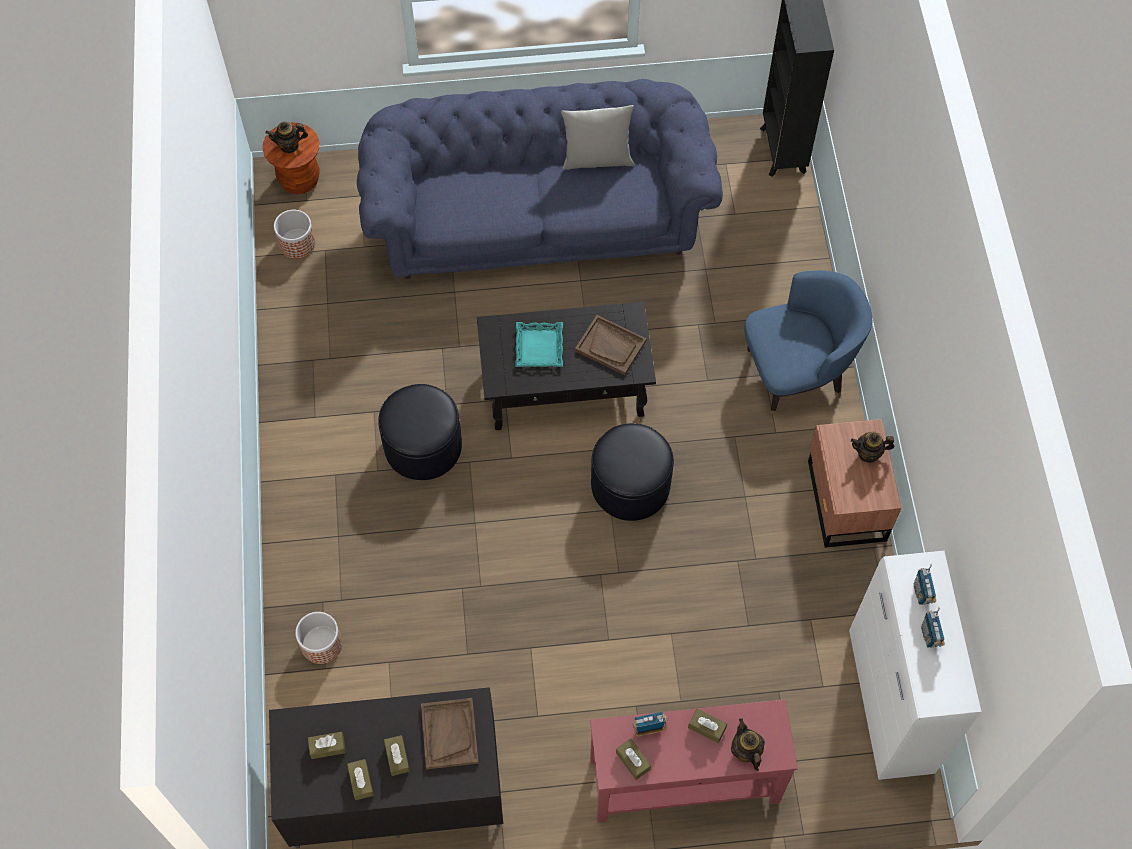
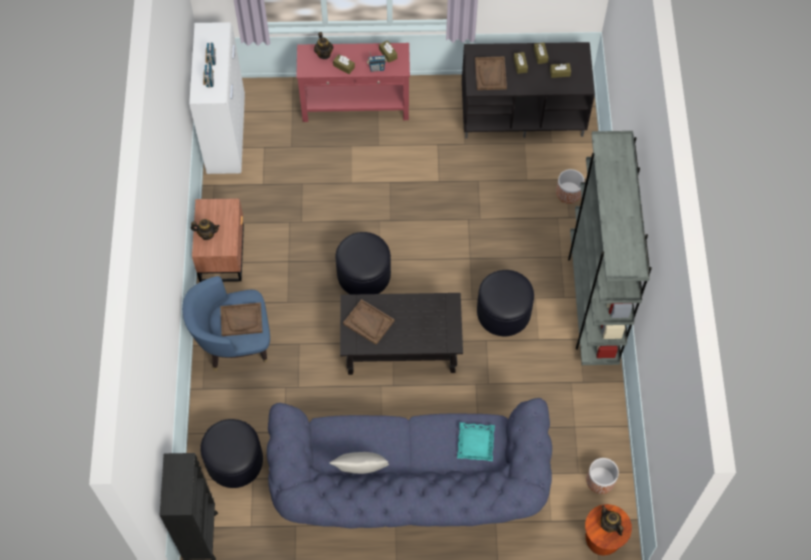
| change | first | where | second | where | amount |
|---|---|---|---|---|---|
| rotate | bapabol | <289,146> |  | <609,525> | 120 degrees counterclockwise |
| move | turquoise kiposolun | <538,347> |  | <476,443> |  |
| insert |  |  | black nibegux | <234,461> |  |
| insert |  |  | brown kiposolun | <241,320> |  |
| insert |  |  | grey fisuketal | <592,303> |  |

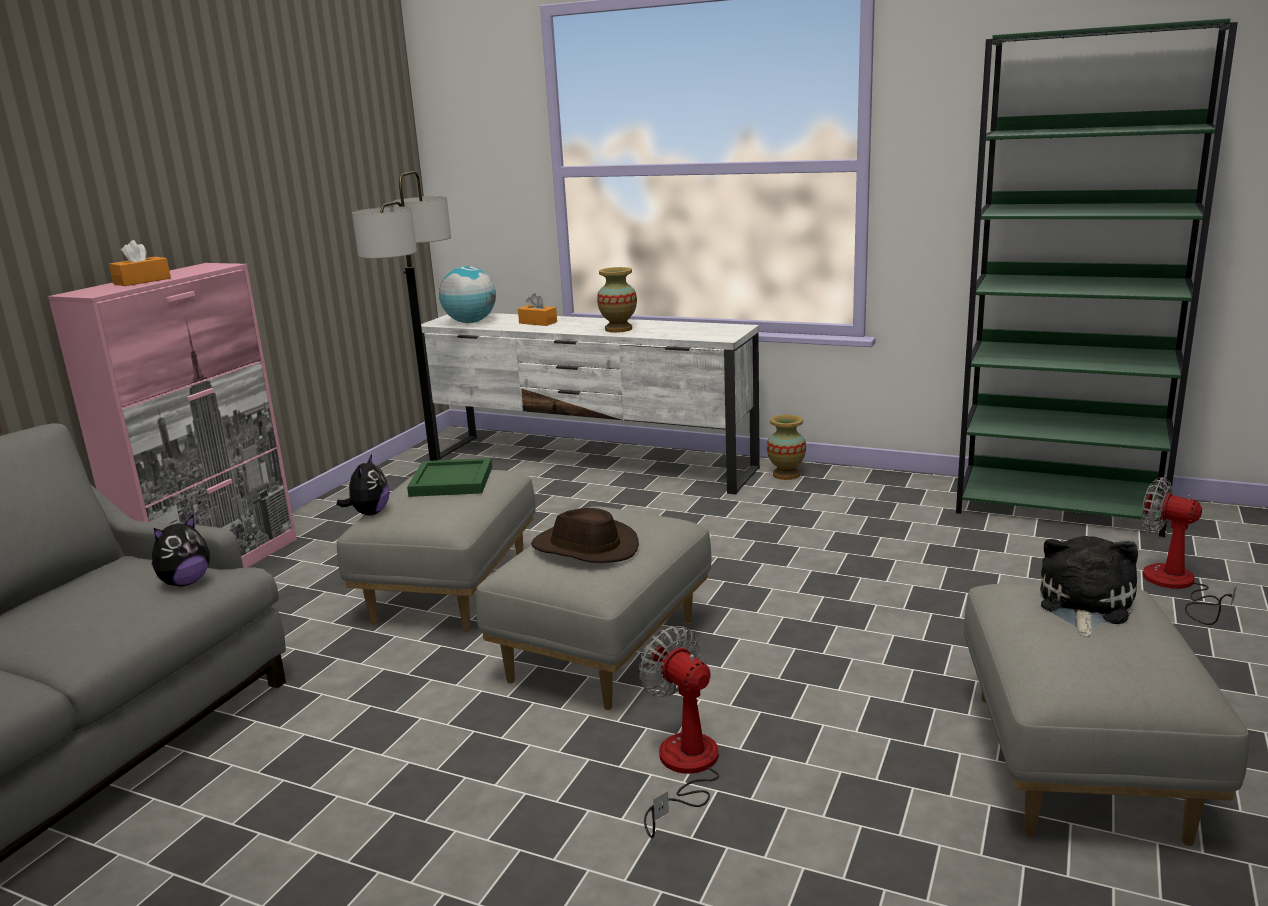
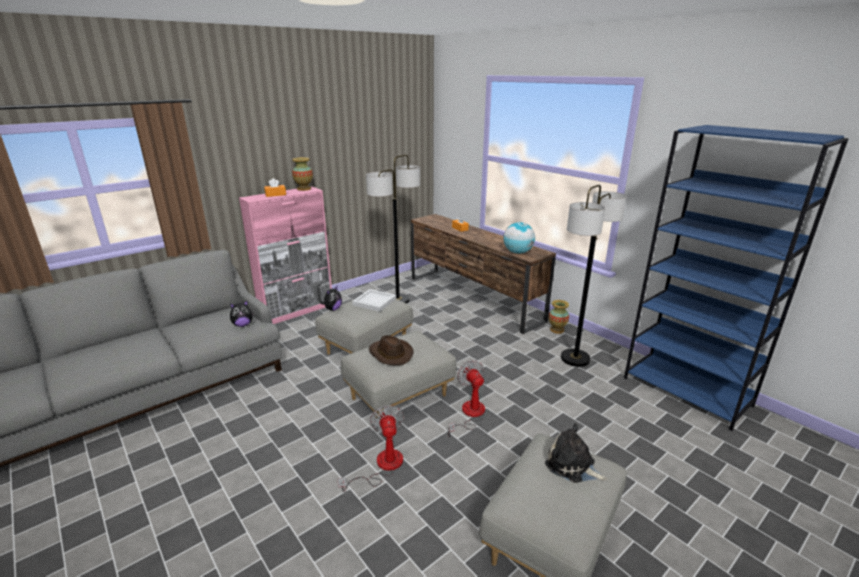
| change | first | where | second | where | amount |
|---|---|---|---|---|---|
| recolor | green kiposolun | <450,481> | white kiposolun | <374,301> |  |
| recolor | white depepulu | <591,463> | brown depepulu | <473,298> |  |
| move | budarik | <470,322> |  | <517,252> |  |
| move | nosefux | <618,329> |  | <304,189> |  |
| recolor | green fisuketal | <1060,506> | blue fisuketal | <687,392> |  |
| rotate | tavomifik | <1083,605> |  | <572,466> | 105 degrees counterclockwise |
| move | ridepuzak | <1176,586> |  | <469,414> |  |
| insert |  |  | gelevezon | <575,358> |  |

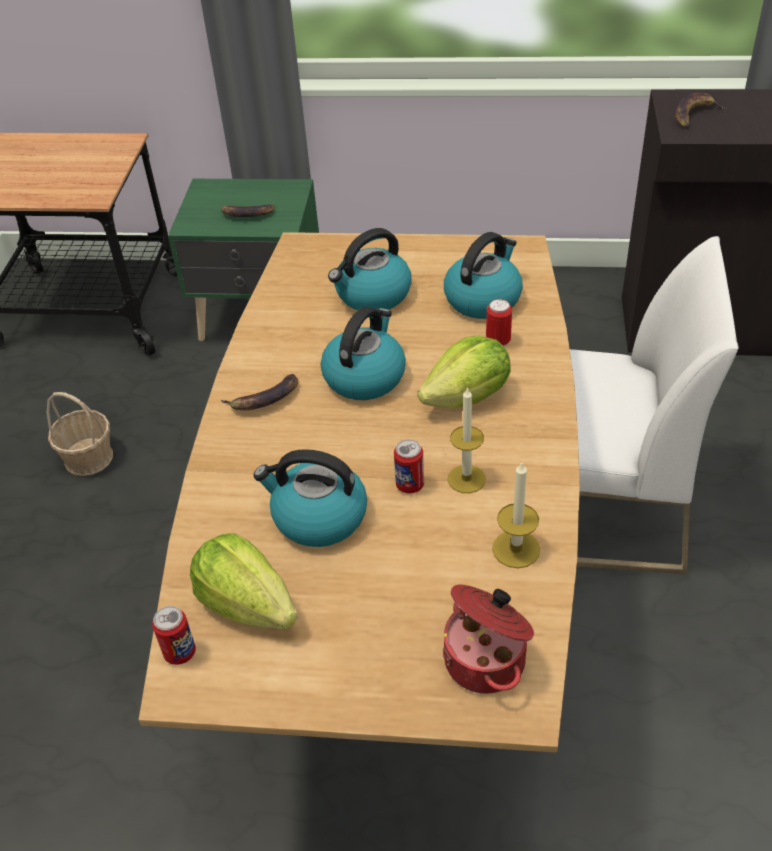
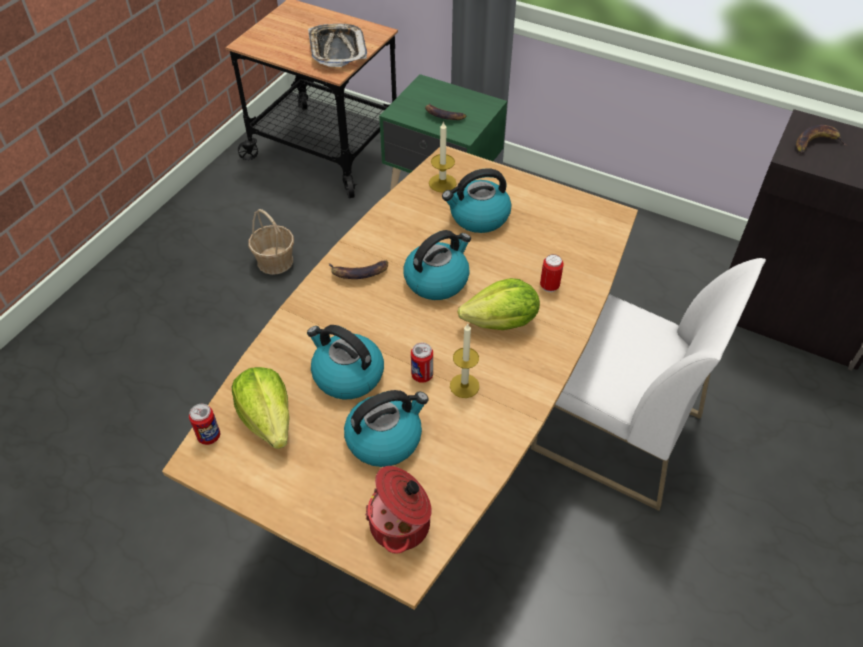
| change | first | where | second | where | amount |
|---|---|---|---|---|---|
| move | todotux | <483,298> |  | <385,438> |  |
| move | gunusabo | <516,549> |  | <442,183> |  |
| insert |  |  | kiposolun | <337,50> |  |

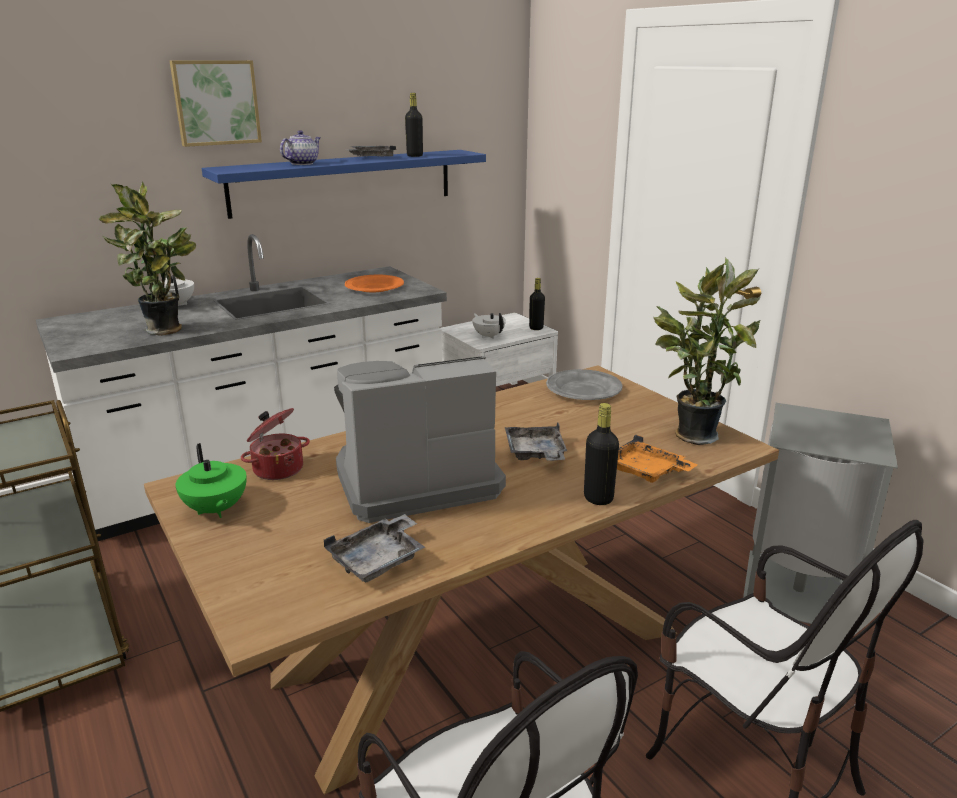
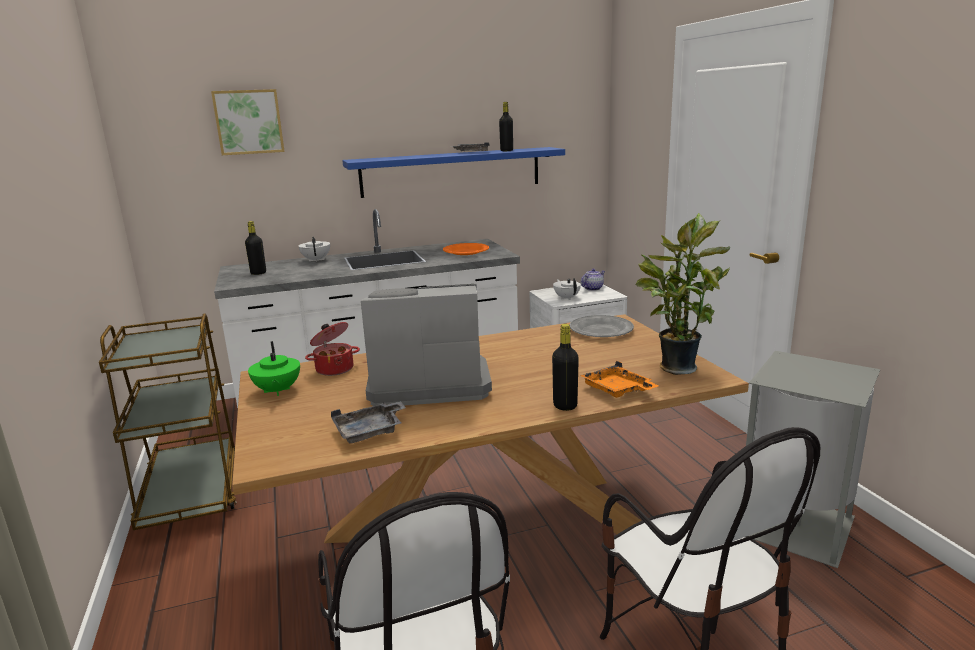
| change | first | where | second | where | amount |
|---|---|---|---|---|---|
| delete | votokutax | <166,331> |  |  |  |
| move | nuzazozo | <216,102> |  | <248,122> |  |
| move | bapabol | <302,163> |  | <592,288> |  |
| delete | grey kiposolun | <535,453> |  |  |  |
| move | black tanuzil | <536,328> |  | <258,273> |  |

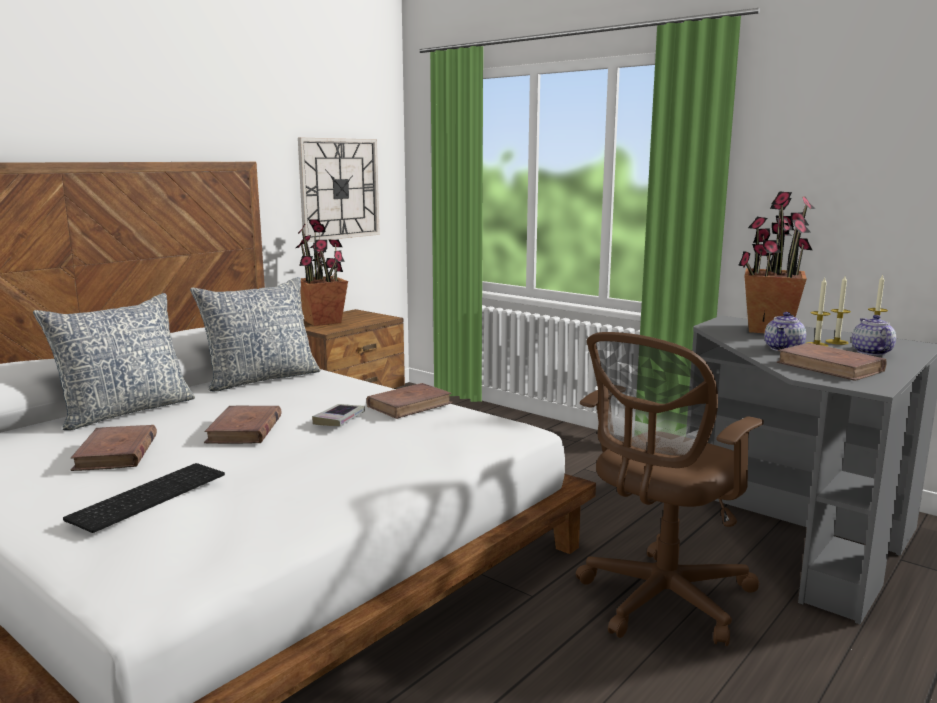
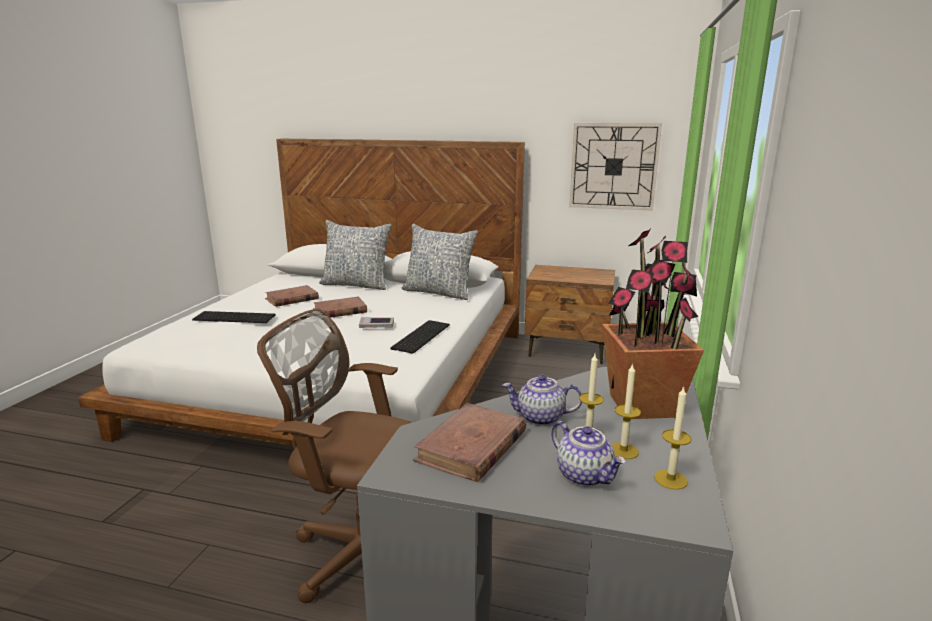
| change | first | where | second | where | amount |
|---|---|---|---|---|---|
| delete | votokutax | <323,322> |  |  |  |
| replace | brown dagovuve | <410,405> | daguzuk | <420,336> |  |
| rotate | bapabol | <870,352> |  | <585,475> | 75 degrees clockwise |

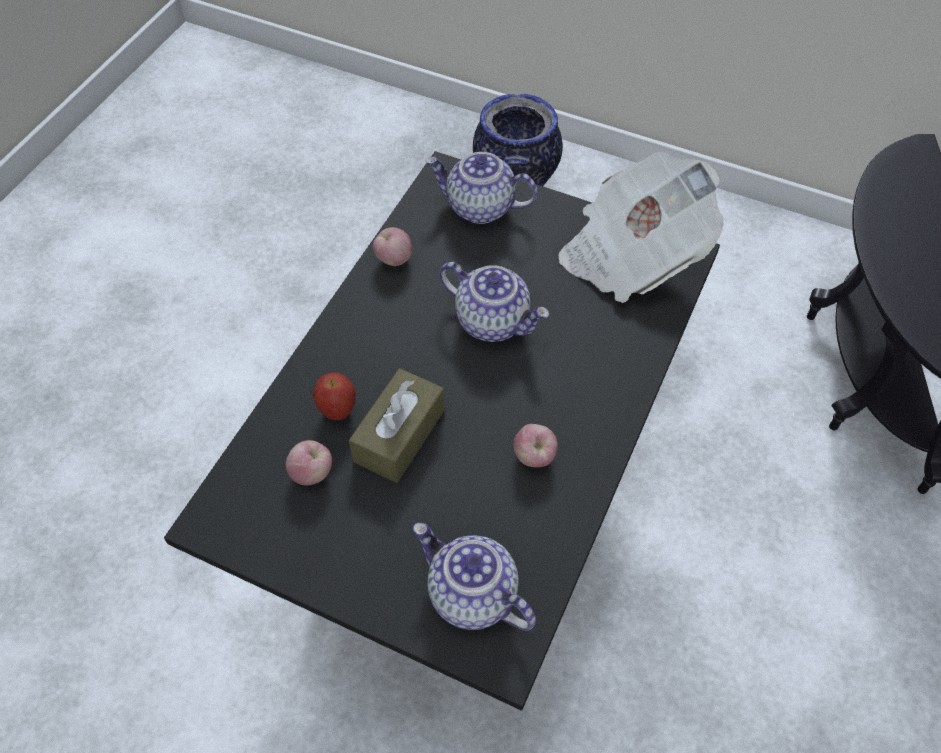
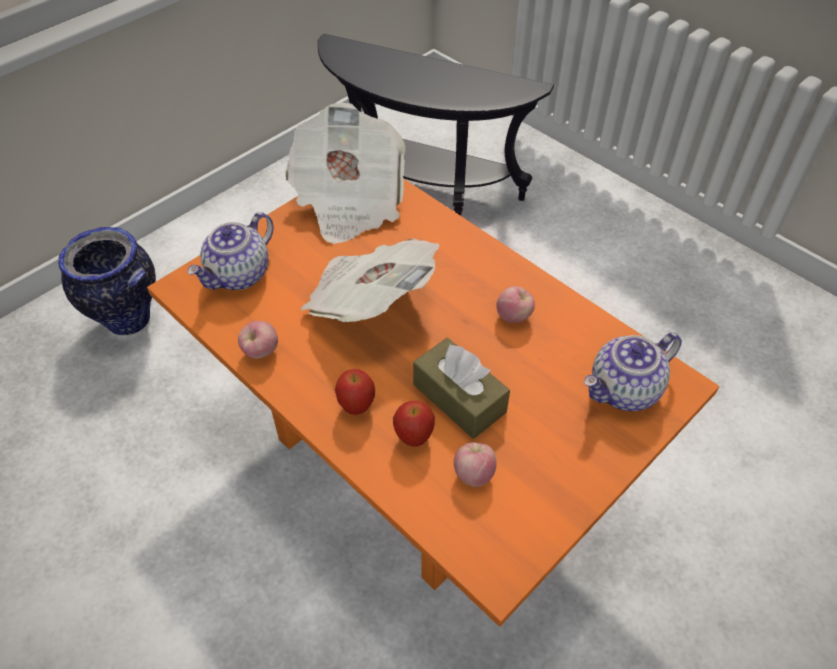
| change | first | where | second | where | amount |
|---|---|---|---|---|---|
| recolor | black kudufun | <470,493> | orange kudufun | <418,452> |  |
| replace | bapabol | <493,321> | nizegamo | <369,302> |  |
| insert |  |  | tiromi | <356,406> |  |

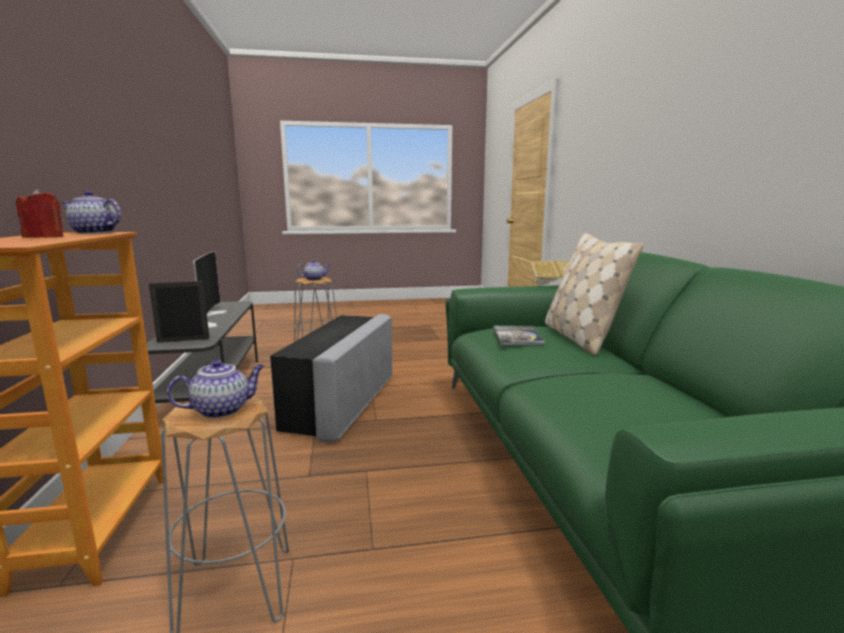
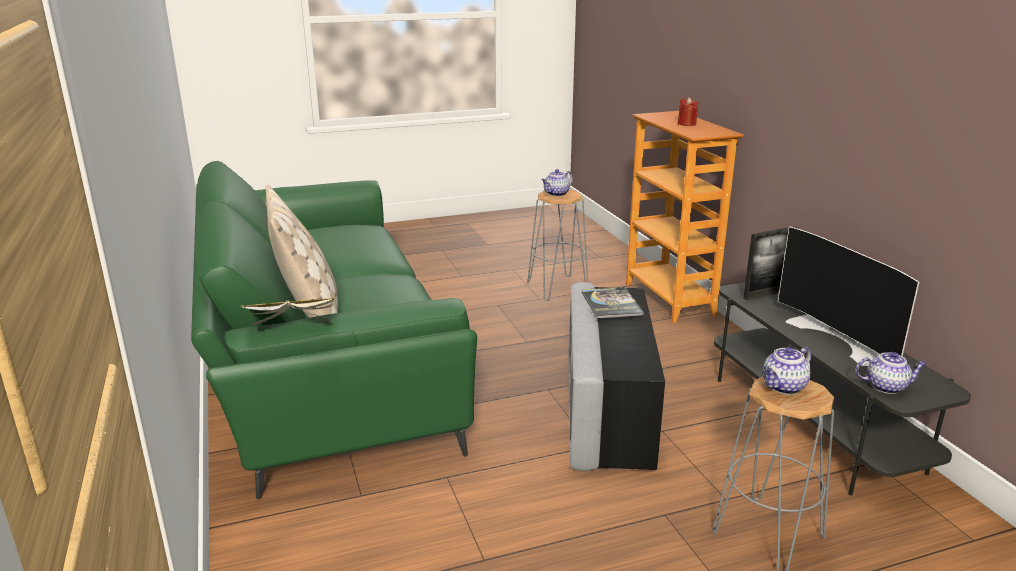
| change | first | where | second | where | amount |
|---|---|---|---|---|---|
| move | bapabol | <93,233> |  | <887,386> |  |
| move | dagovuve | <517,336> |  | <611,304> |  |

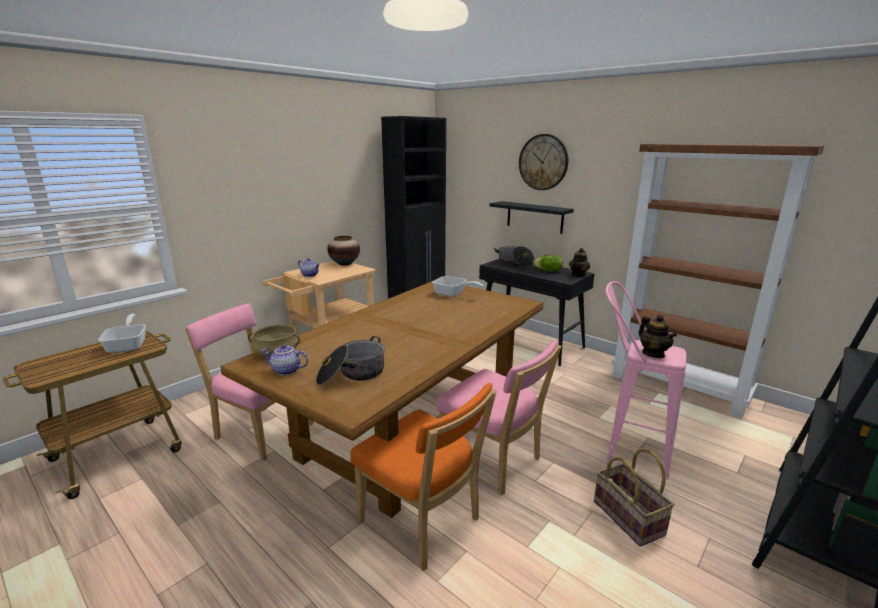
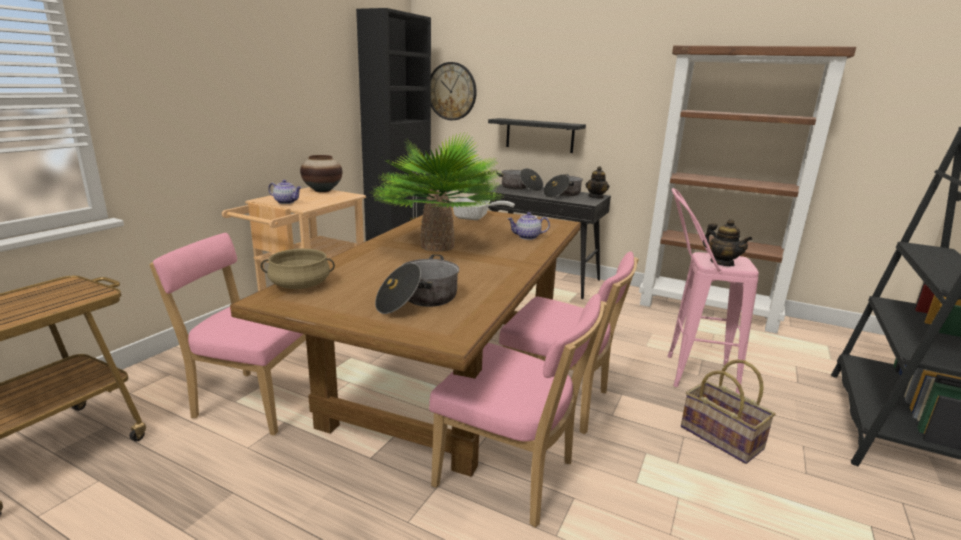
| change | first | where | second | where | amount |
|---|---|---|---|---|---|
| delete | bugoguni | <128,345> |  |  |  |
| move | bapabol | <286,371> |  | <527,237> |  |
| recolor | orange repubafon | <423,523> | pink repubafon | <511,476> |  |
| move | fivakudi | <543,162> |  | <452,91> |  |
| replace | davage | <548,271> | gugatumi | <562,194> |  |
| insert |  |  | votokutax | <437,246> |  |

